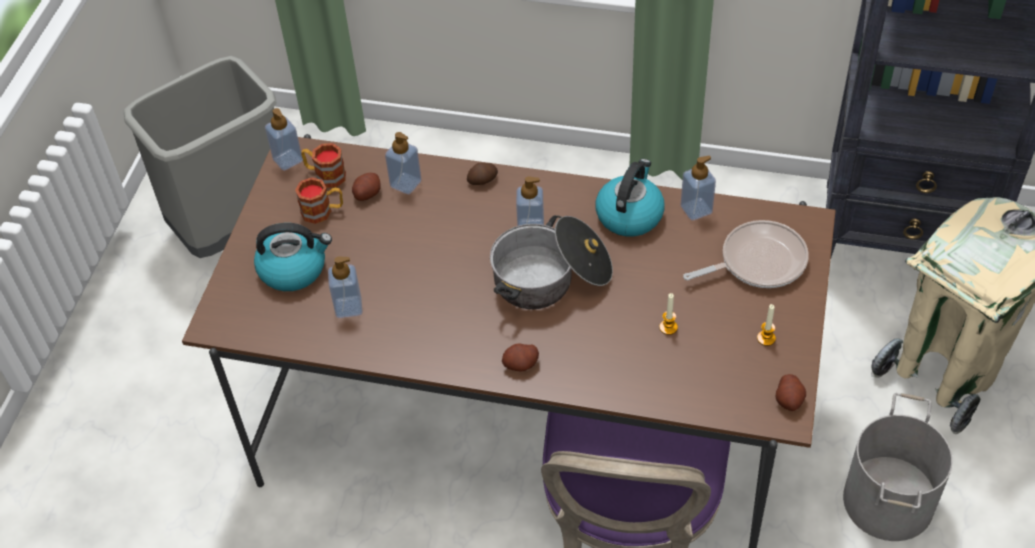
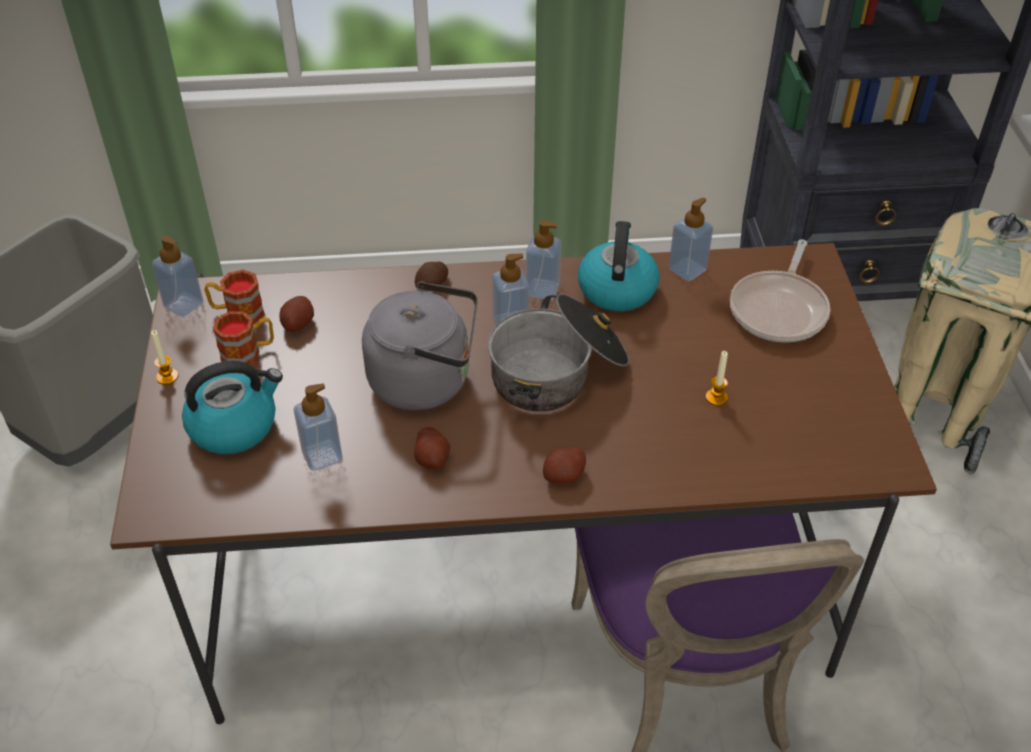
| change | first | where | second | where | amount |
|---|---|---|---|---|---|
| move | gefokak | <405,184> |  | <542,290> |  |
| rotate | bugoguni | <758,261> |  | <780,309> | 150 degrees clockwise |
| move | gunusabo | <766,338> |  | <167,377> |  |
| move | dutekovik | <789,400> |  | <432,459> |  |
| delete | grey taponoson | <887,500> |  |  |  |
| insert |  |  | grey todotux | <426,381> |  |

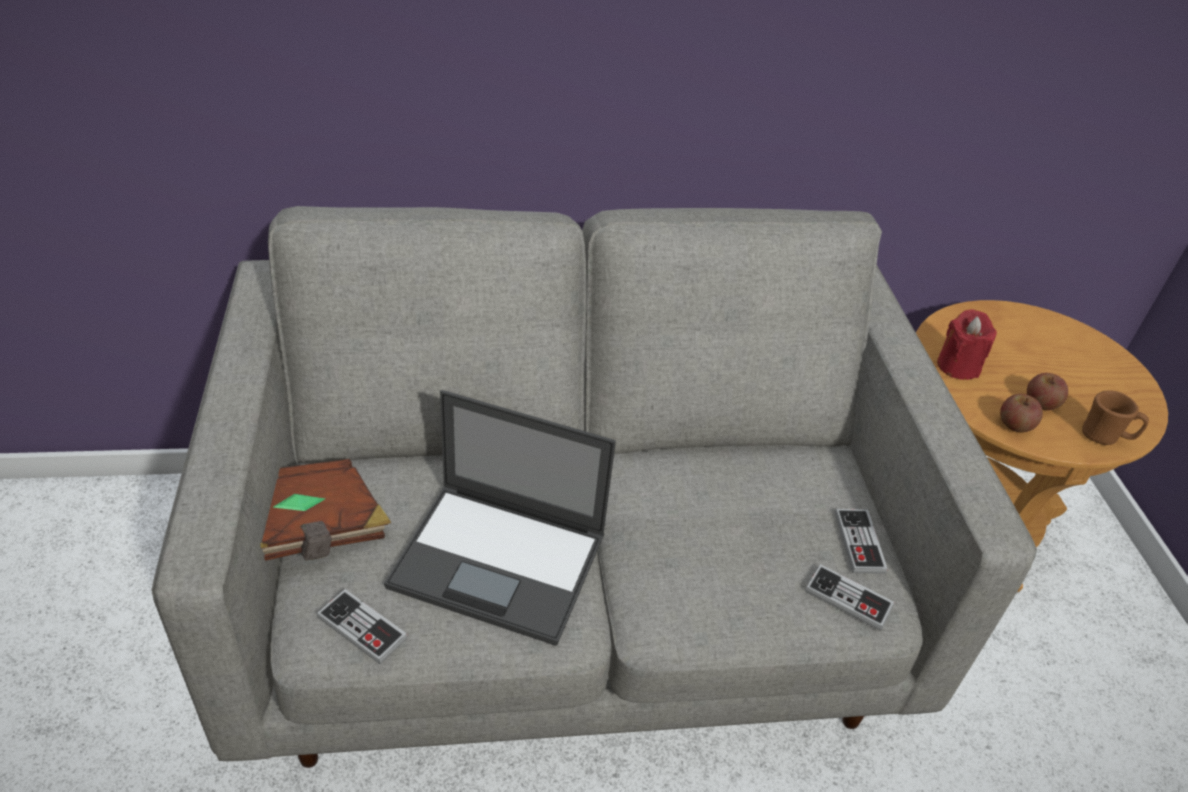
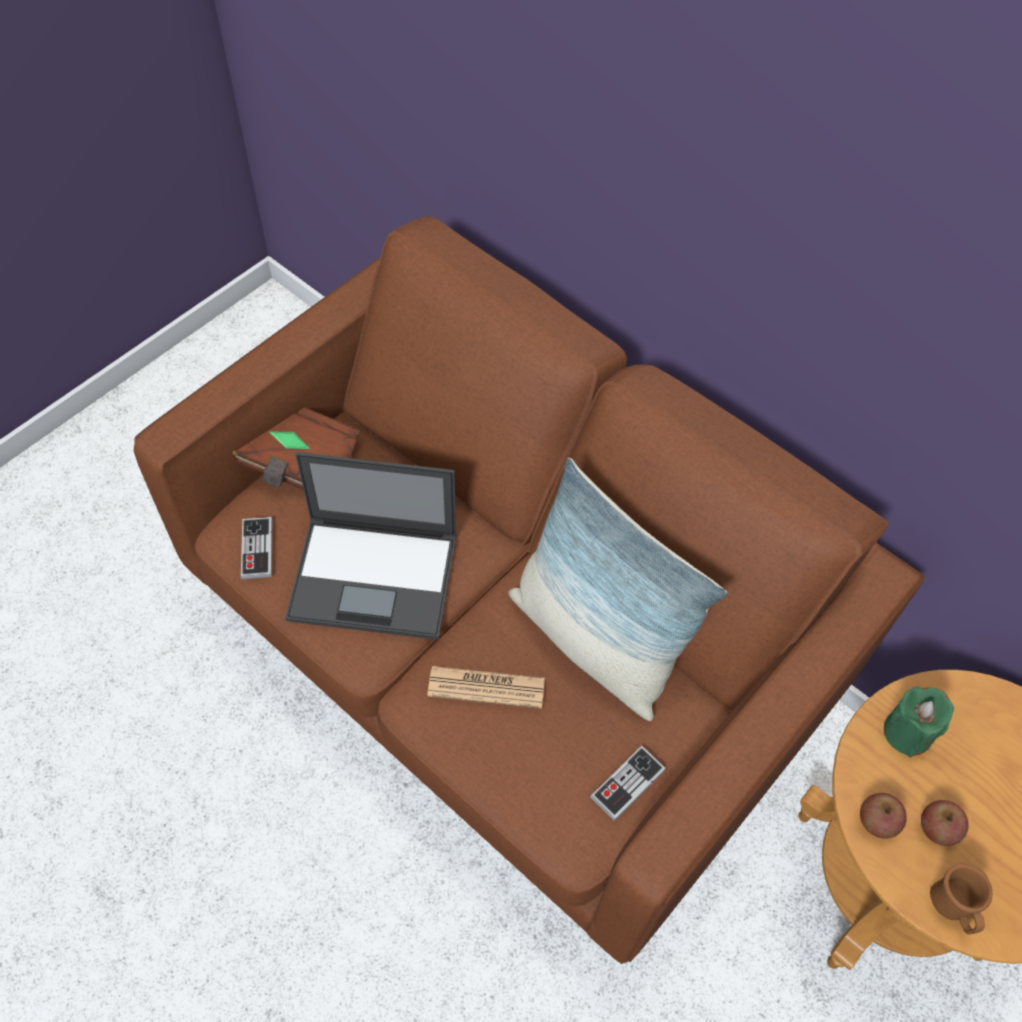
| change | first | where | second | where | amount |
|---|---|---|---|---|---|
| recolor | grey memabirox | <573,608> | brown memabirox | <507,656> |  |
| rotate | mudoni | <501,561> |  | <376,577> | 60 degrees counterclockwise |
| delete | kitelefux | <848,599> |  |  |  |
| recolor | red gunusabo | <957,366> | green gunusabo | <907,732> |  |
| insert |  |  | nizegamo | <486,687> |  |
| insert |  |  | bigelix | <594,641> |  |

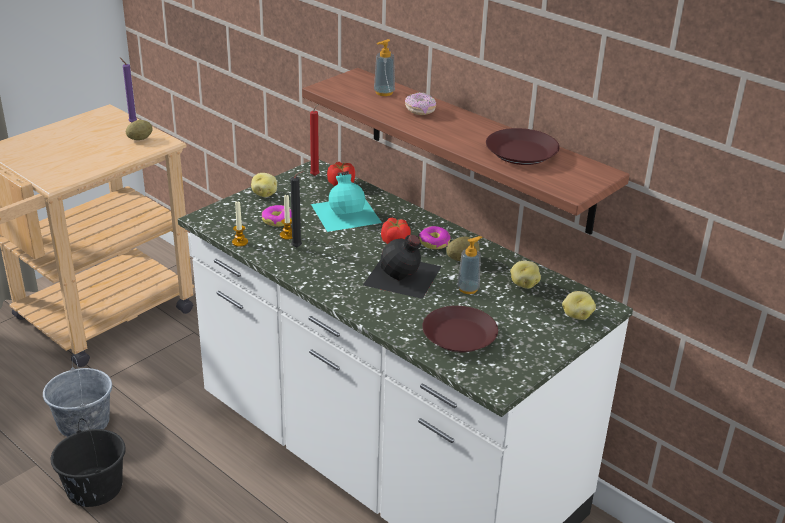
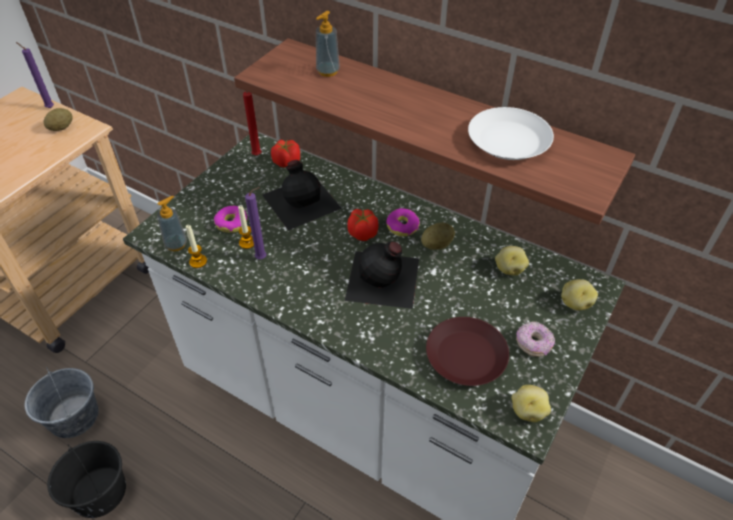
| change | first | where | second | where | amount |
|---|---|---|---|---|---|
| move | dutekovik | <264,194> |  | <528,410> |  |
| recolor | black gunusabo | <298,247> | purple gunusabo | <263,258> |  |
| recolor | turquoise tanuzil | <346,212> | black tanuzil | <302,200> |  |
| move | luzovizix | <420,111> |  | <533,344> |  |
| move | gefokak | <468,289> |  | <176,244> |  |
| recolor | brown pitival | <521,152> | white pitival | <508,140> |  |

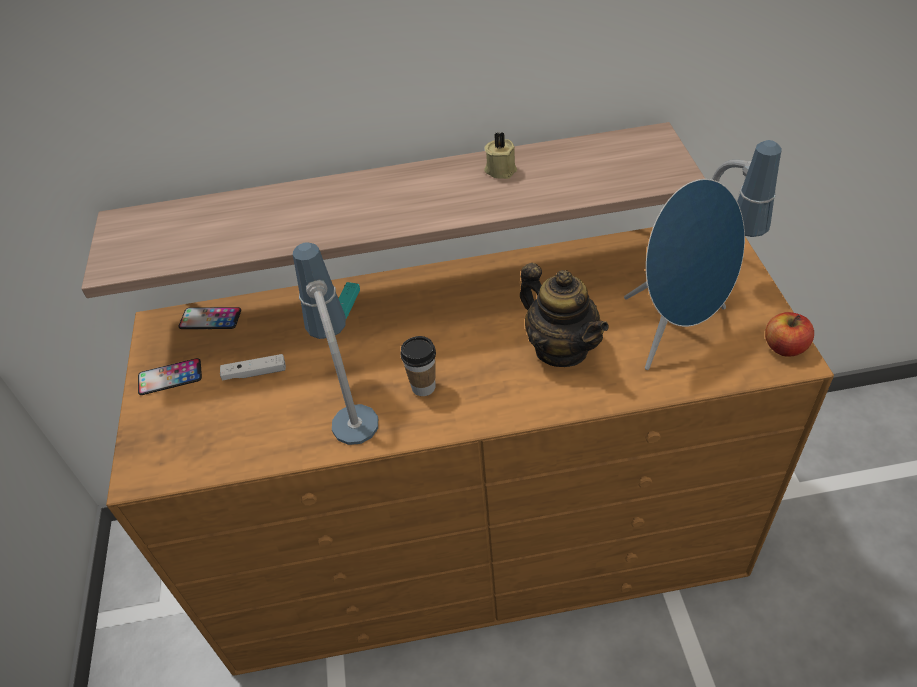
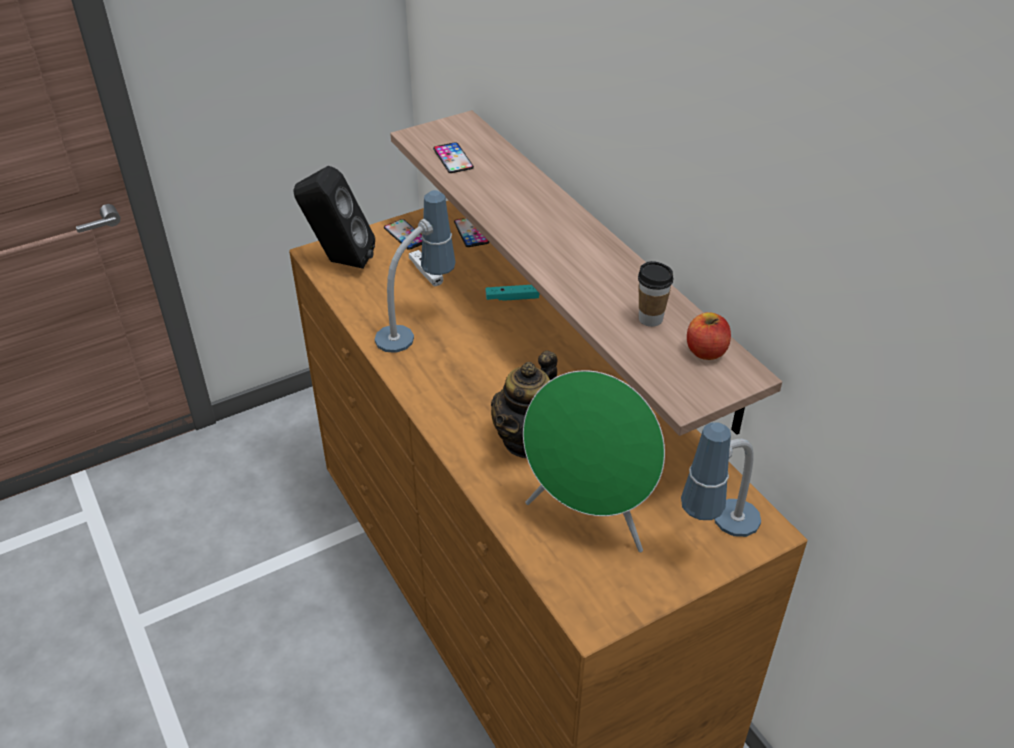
| change | first | where | second | where | amount |
|---|---|---|---|---|---|
| move | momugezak | <423,387> |  | <650,319> |  |
| delete | beige gunusabo | <500,169> |  |  |  |
| recolor | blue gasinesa | <676,331> | green gasinesa | <589,518> |  |
| move | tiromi | <784,347> |  | <706,351> |  |
| insert |  |  | black gasinesa | <339,261> |  |
| insert |  |  | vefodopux | <453,158> |  |

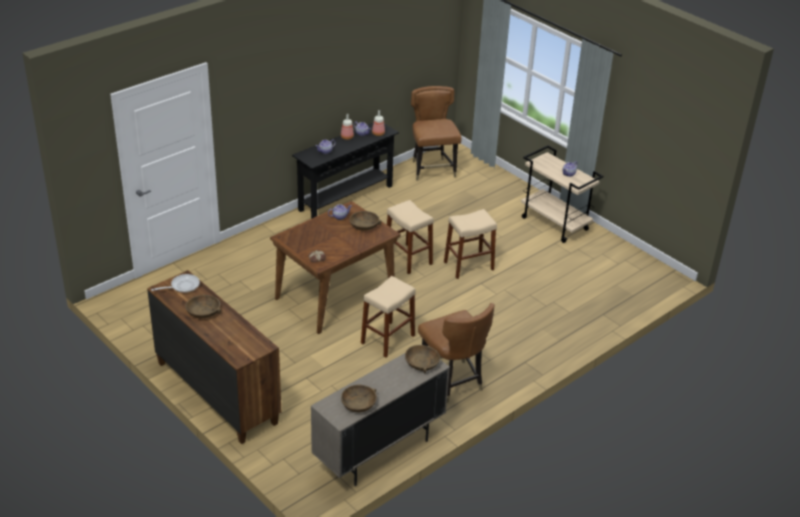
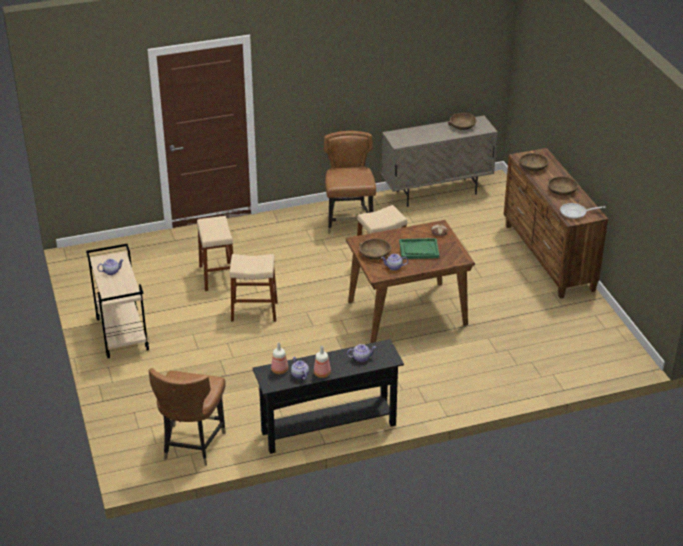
| change | first | where | second | where | amount |
|---|---|---|---|---|---|
| move | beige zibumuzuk | <408,259> |  | <217,276> |  |
| move | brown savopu | <422,363> |  | <533,166> |  |
| insert |  |  | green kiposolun | <418,250> |  |

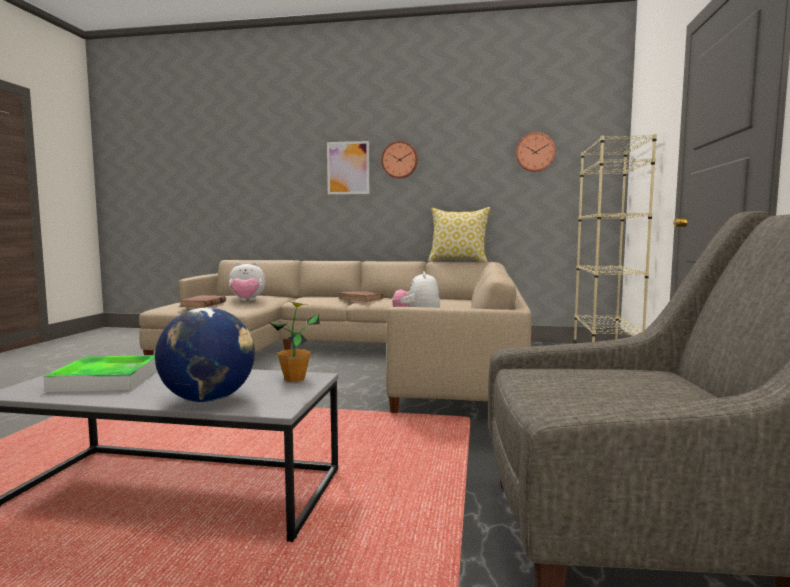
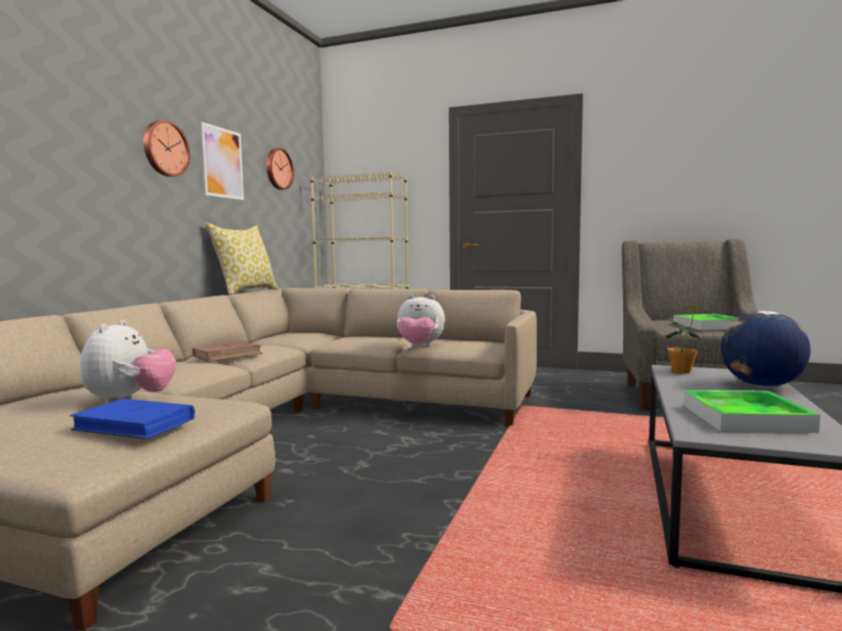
| change | first | where | second | where | amount |
|---|---|---|---|---|---|
| recolor | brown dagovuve | <203,304> | blue dagovuve | <135,424> |  |
| move | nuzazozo | <348,168> |  | <222,163> |  |
| insert |  |  | kiposolun | <708,326> |  |

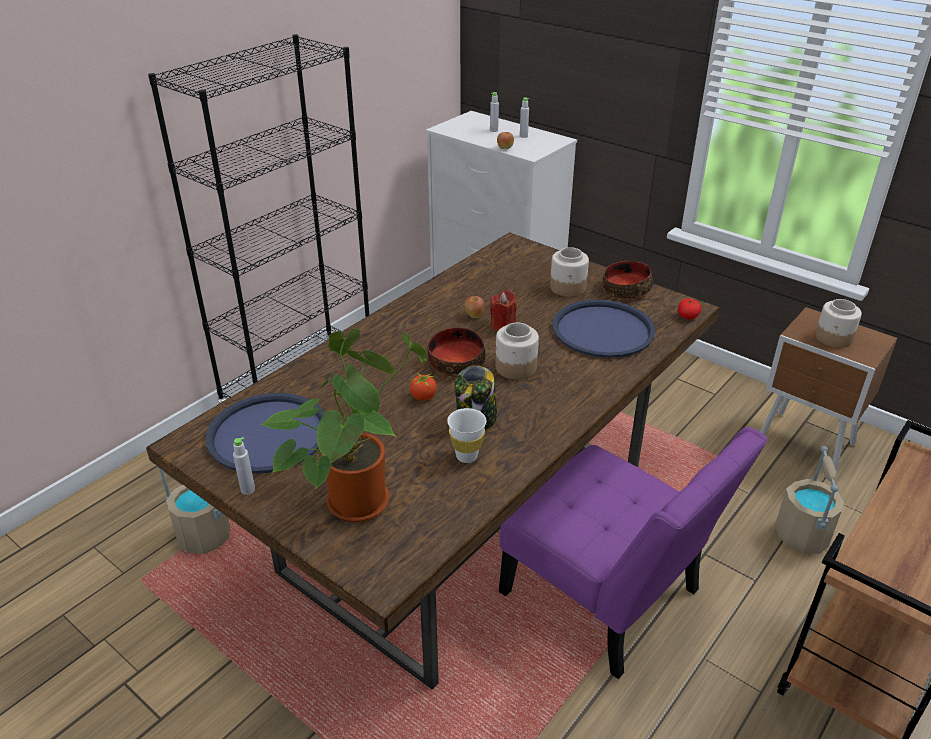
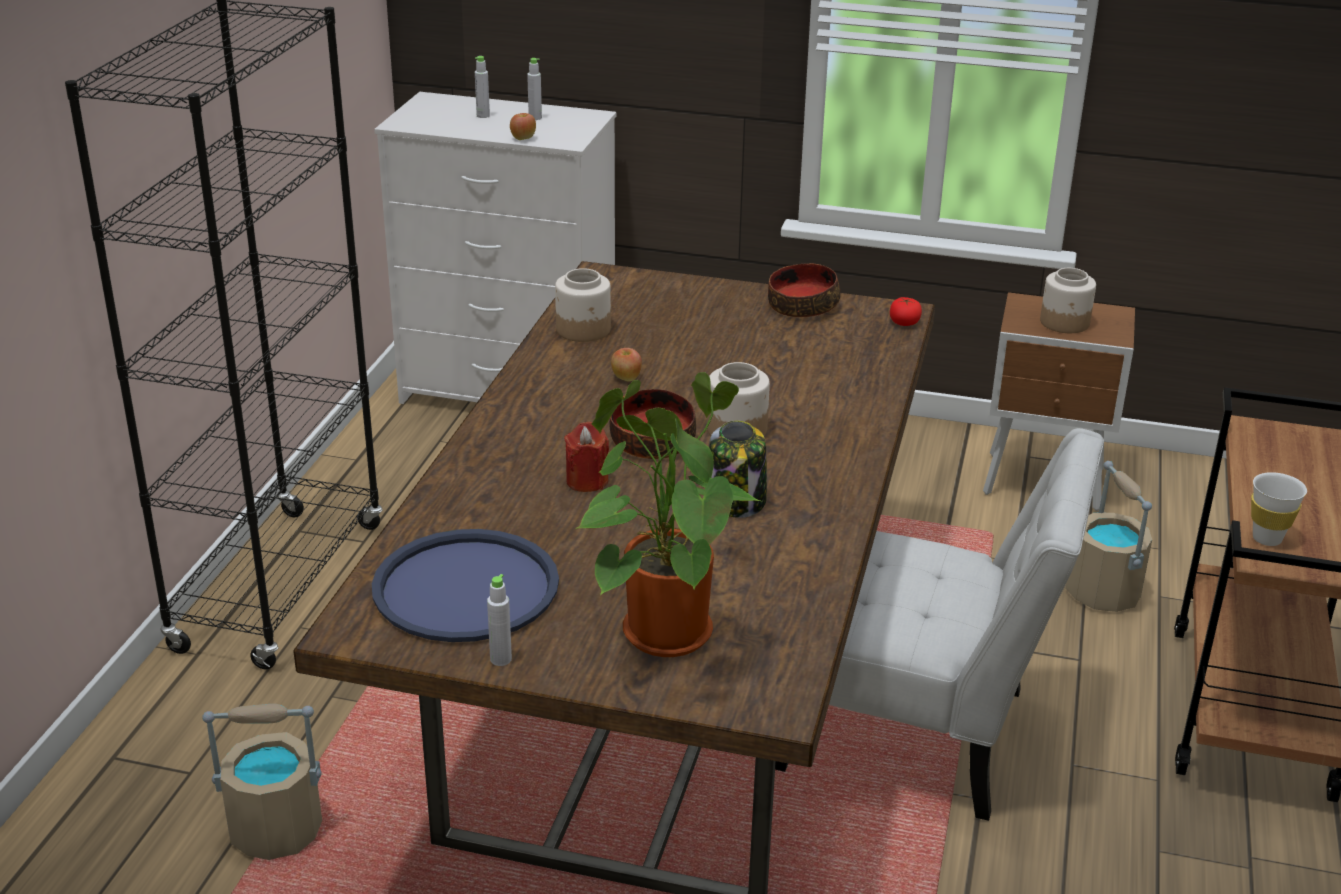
| change | first | where | second | where | amount |
|---|---|---|---|---|---|
| delete | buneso | <423,397> |  |  |  |
| move | white momugezak | <466,456> |  | <1267,538> |  |
| move | red gunusabo | <503,325> |  | <587,481> |  |
| recolor | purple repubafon | <608,599> | white repubafon | <918,734> |  |
| move | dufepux | <568,288> |  | <584,330> |  |
| delete | blue kiposolun | <602,330> |  |  |  |

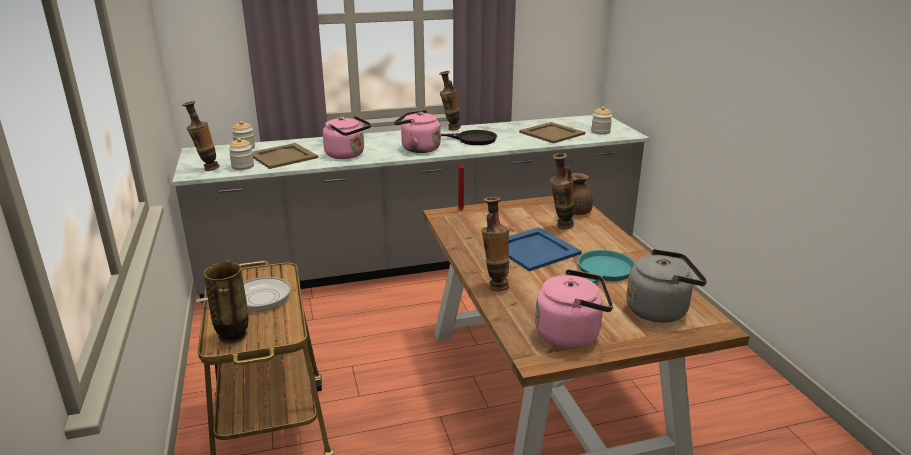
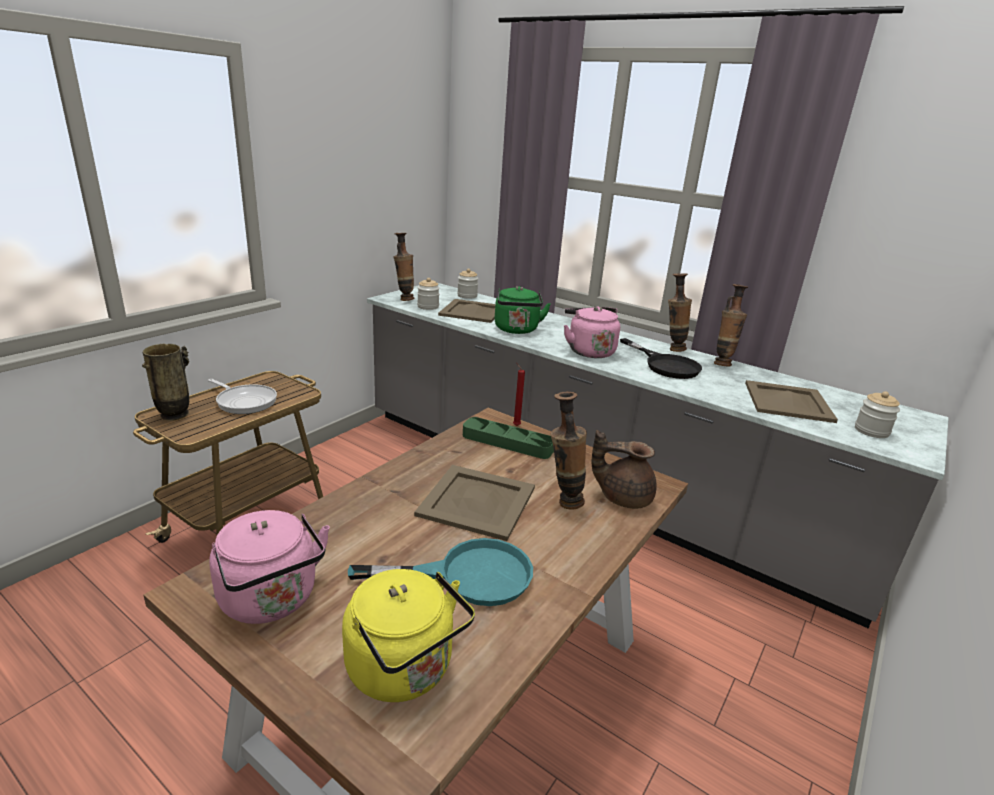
| change | first | where | second | where | amount |
|---|---|---|---|---|---|
| recolor | pink todotux | <347,155> | green todotux | <517,330> |  |
| move | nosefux | <495,285> |  | <722,363> |  |
| recolor | blue kiposolun | <533,249> | beige kiposolun | <476,501> |  |
| recolor | grey todotux | <660,310> | yellow todotux | <405,670> |  |
| insert |  |  | green kiposolun | <507,442> |  |

